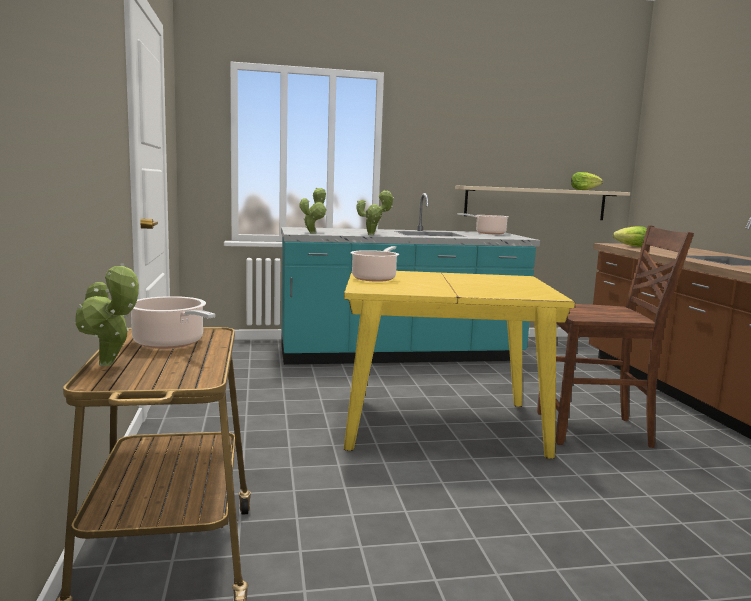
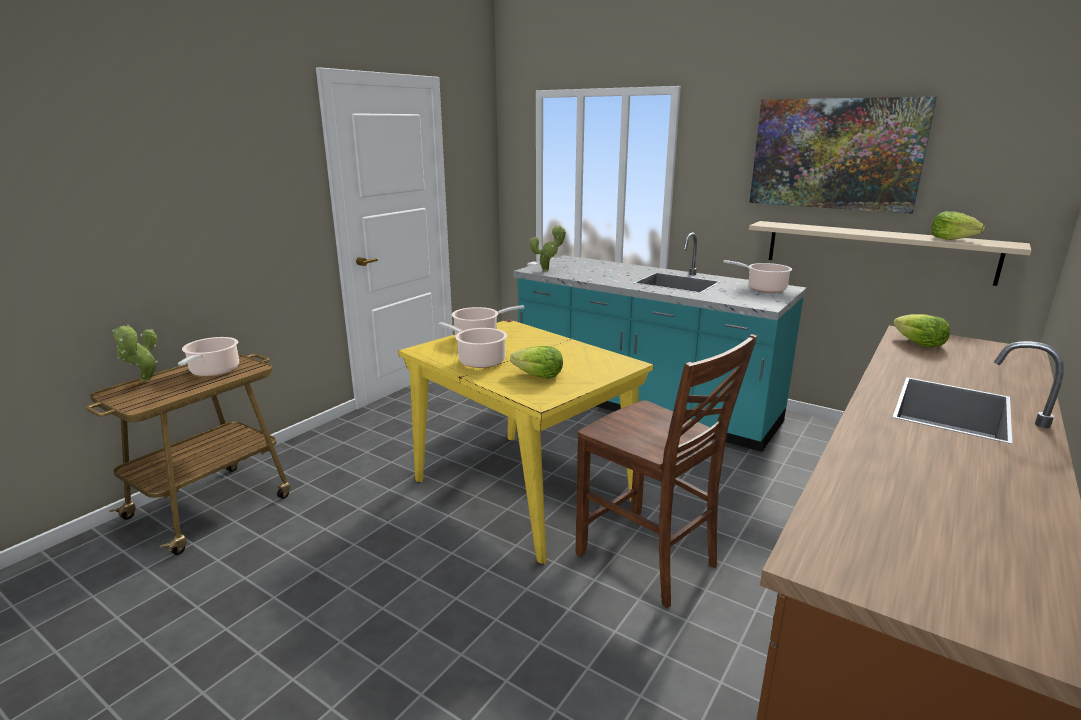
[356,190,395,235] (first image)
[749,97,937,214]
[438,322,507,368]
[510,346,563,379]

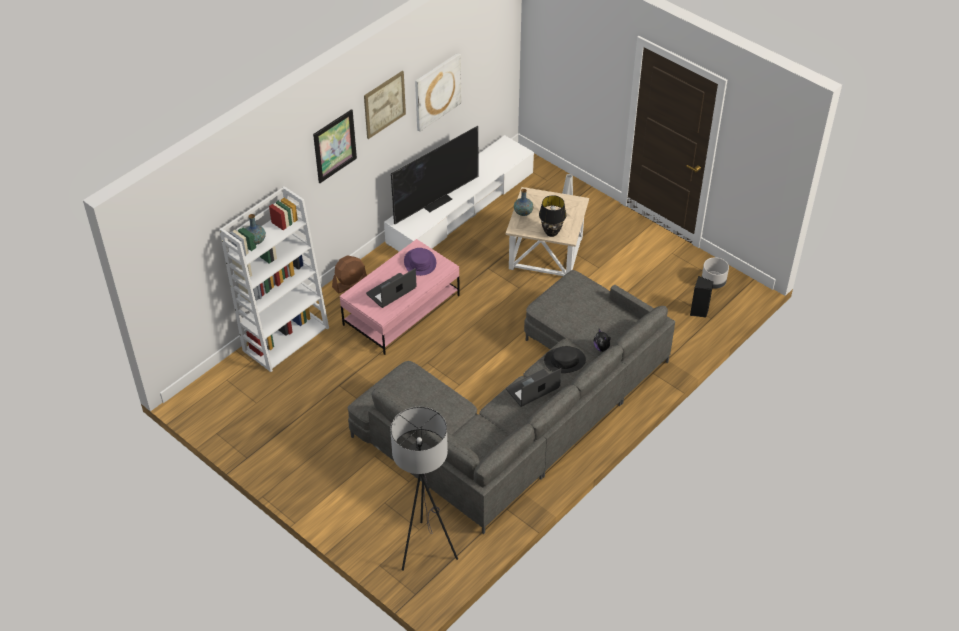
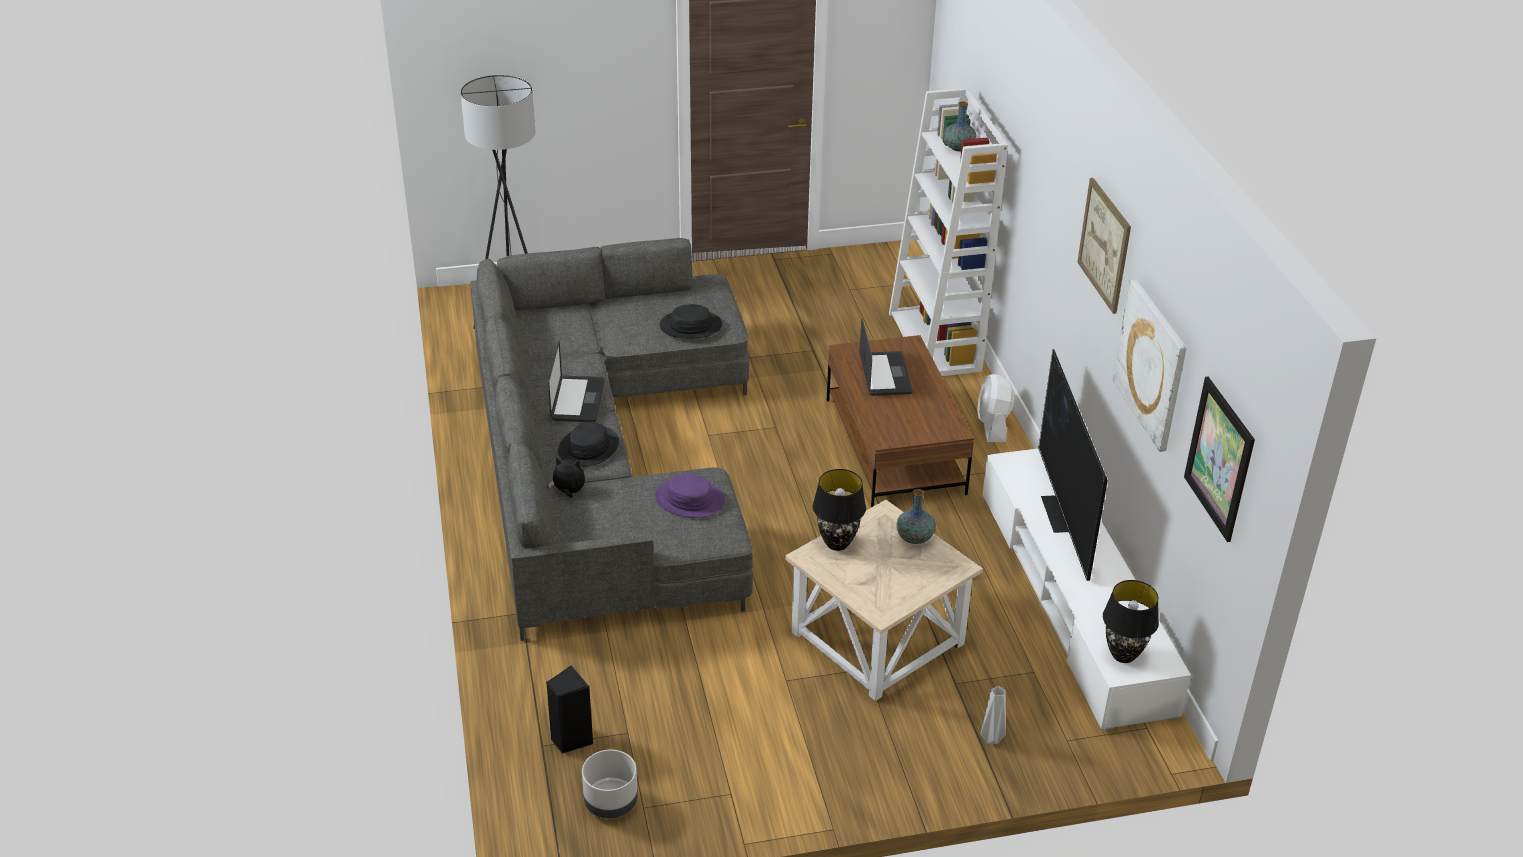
[1184,377,1255,542]
[827,335,974,507]
[655,474,725,518]
[977,374,1014,442]
[660,304,722,339]
[1103,580,1159,663]

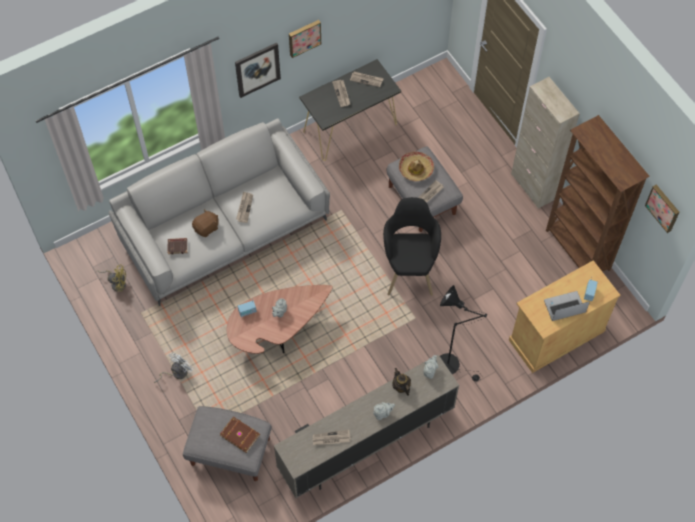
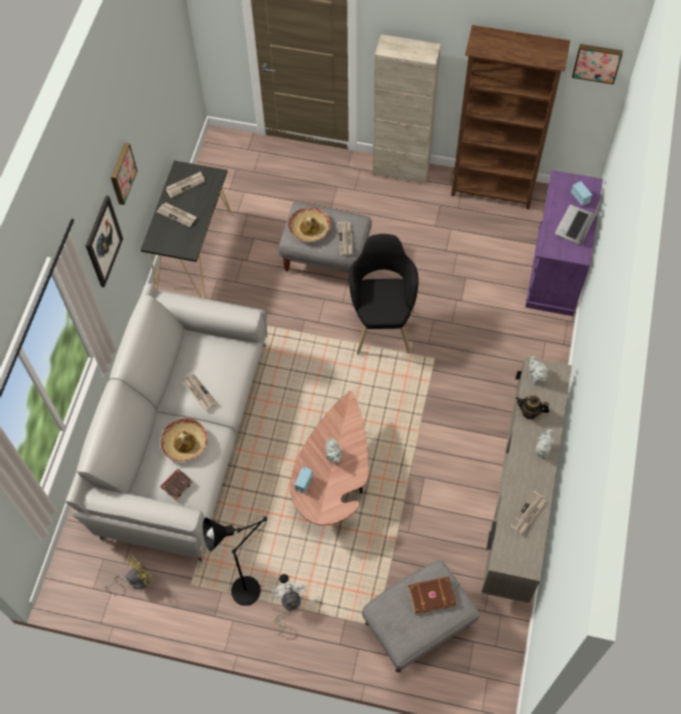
[349,234,419,355]
[160,418,208,462]
[525,170,603,316]
[203,516,289,606]

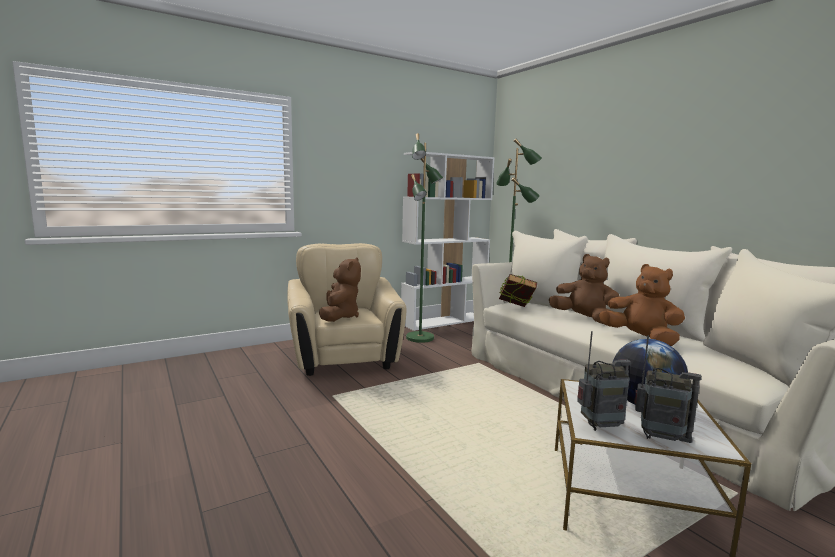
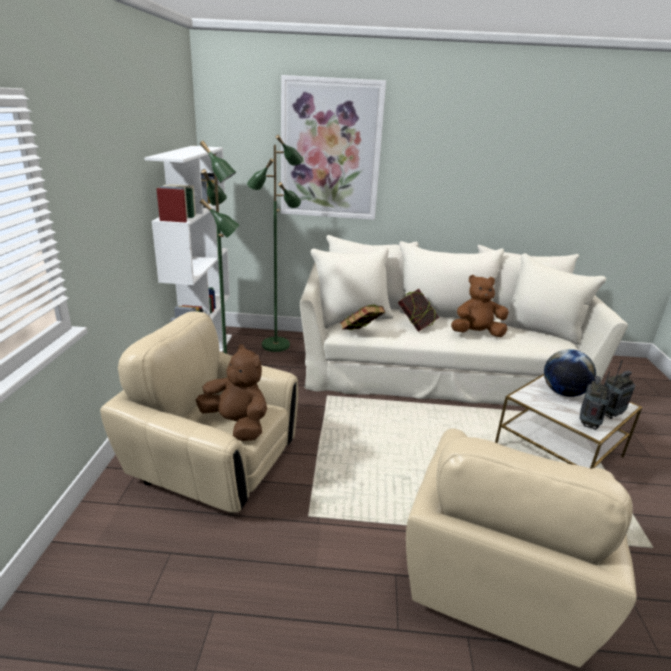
[398,289,439,332]
[281,75,386,220]
[406,428,637,667]

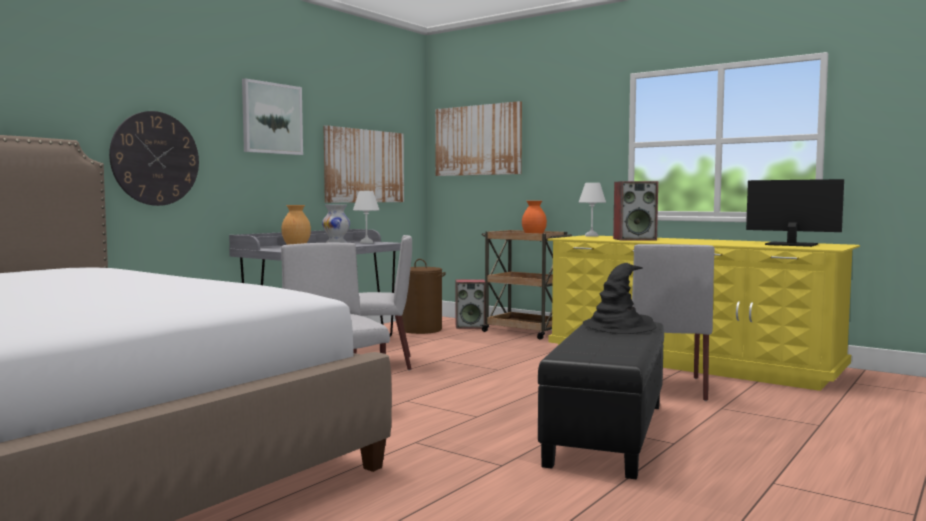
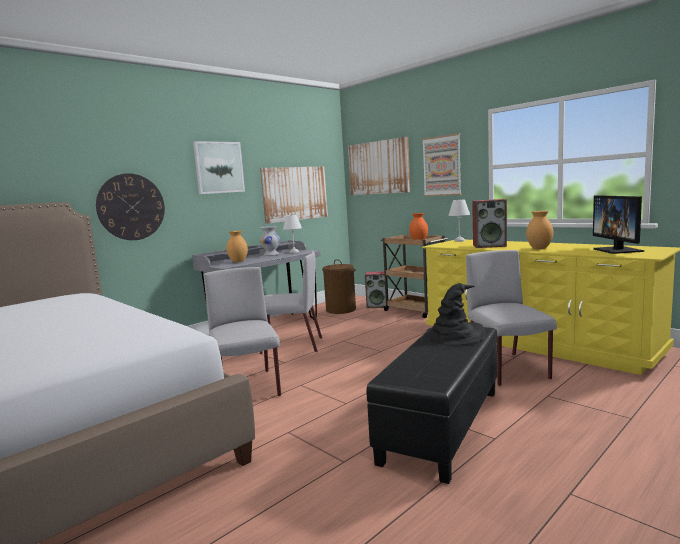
[593,195,644,254]
[466,250,557,386]
[422,134,462,196]
[526,211,553,249]

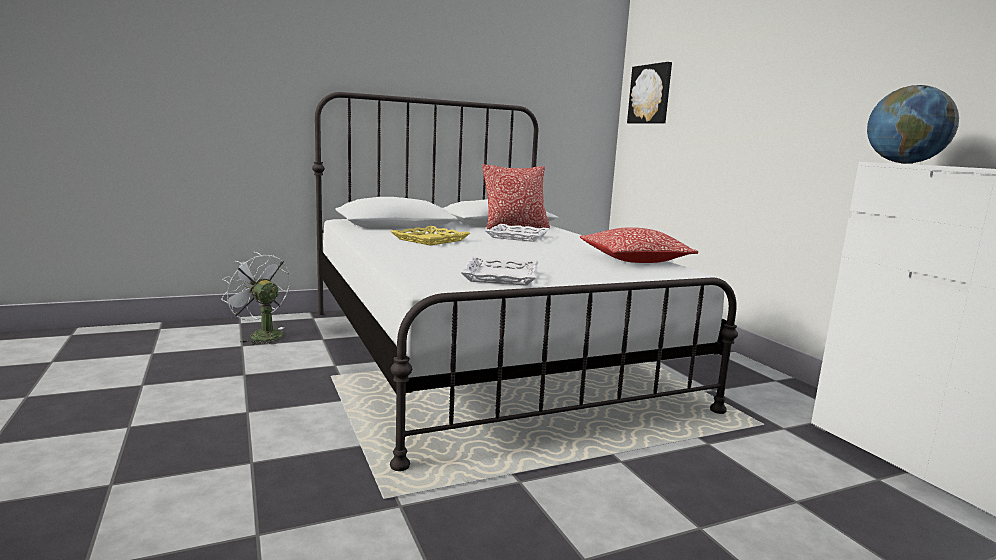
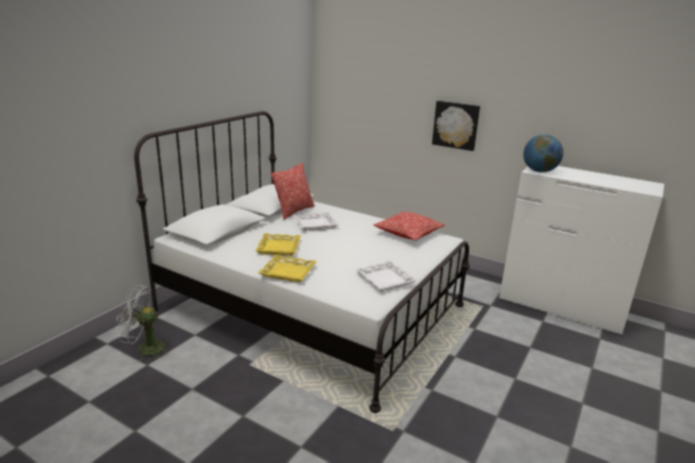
[432,101,480,151]
[258,254,317,283]

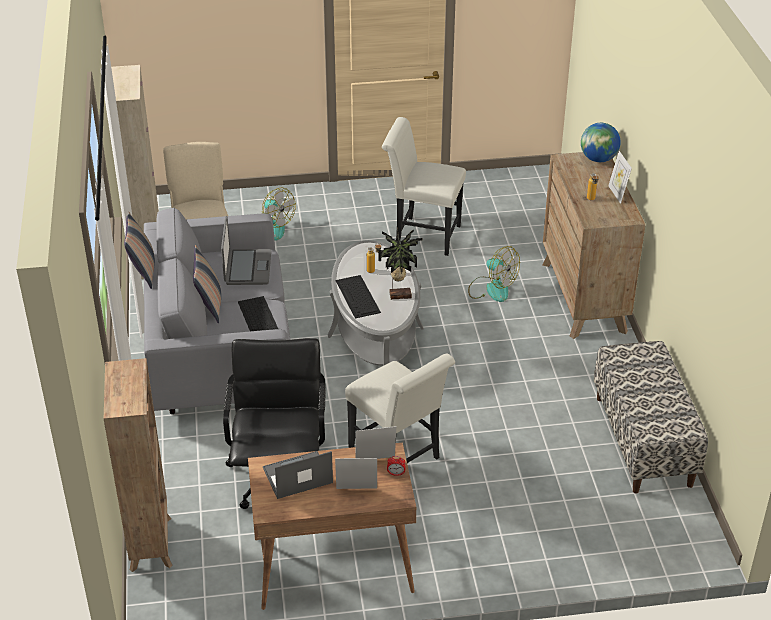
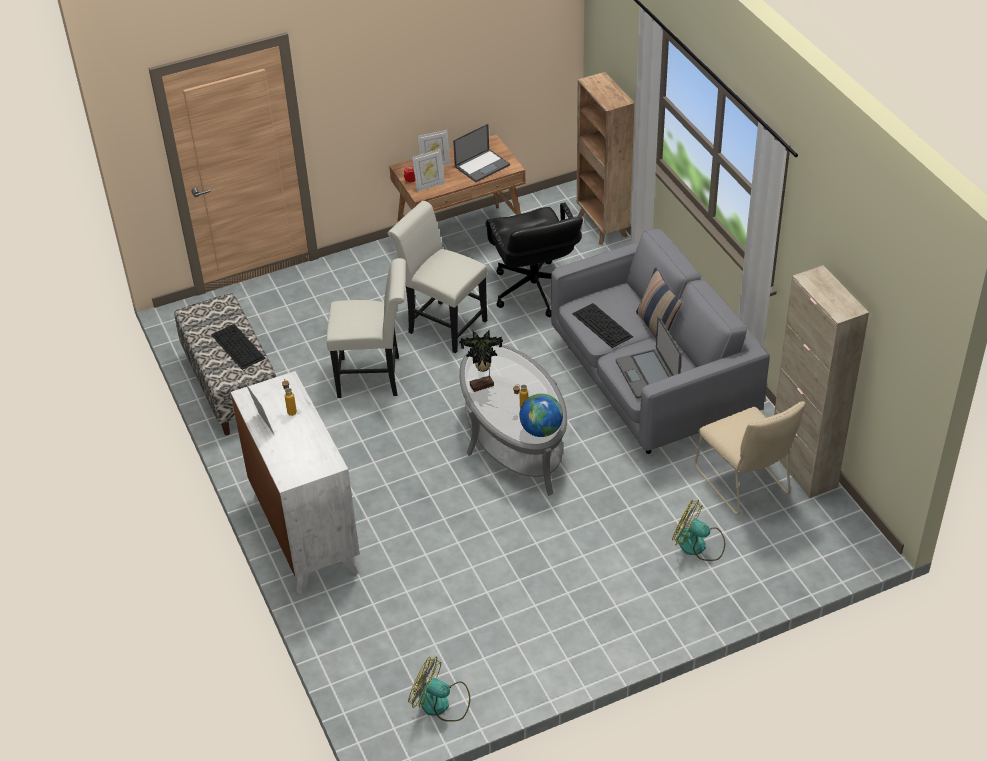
[326,258,406,398]
[519,393,563,437]
[231,371,360,595]
[124,212,155,289] (first image)
[408,657,470,722]
[211,324,266,370]

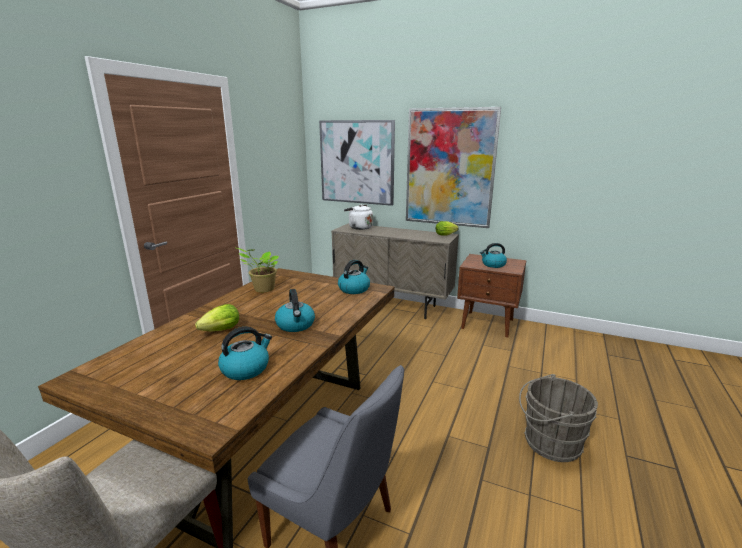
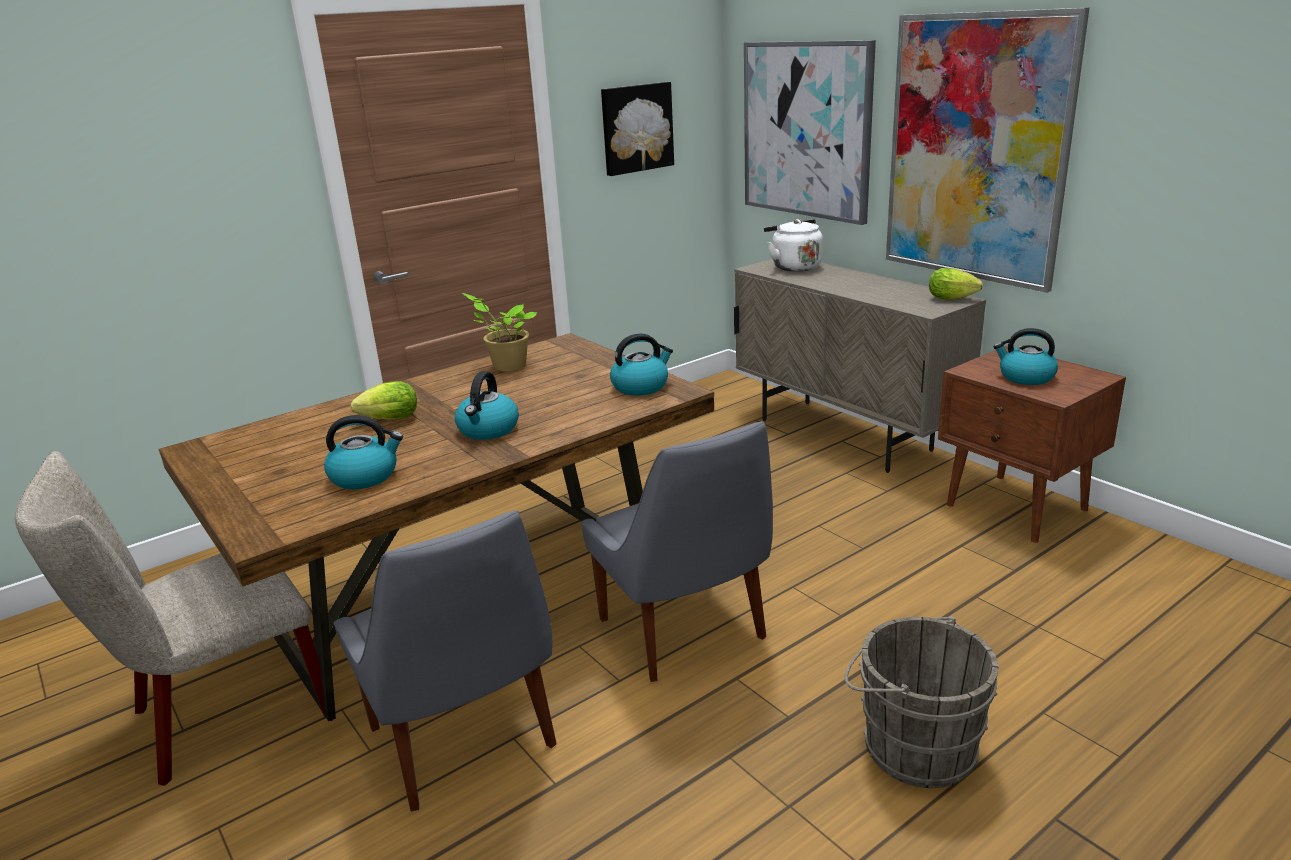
[601,82,674,176]
[581,421,773,682]

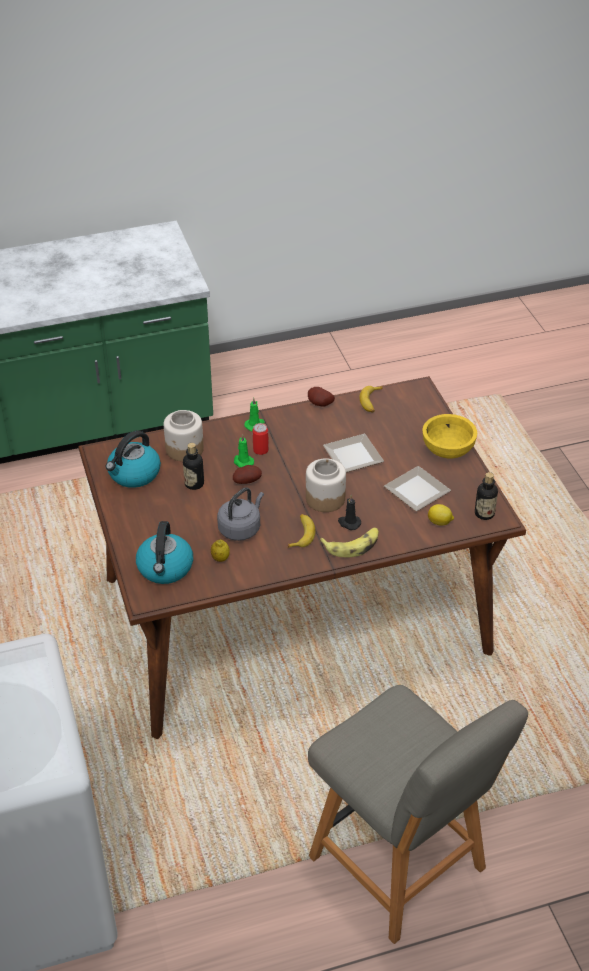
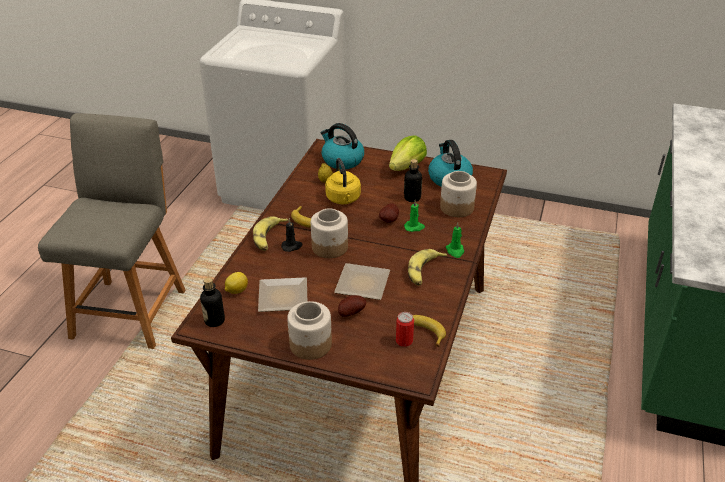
[338,295,366,317]
[287,301,332,360]
[396,312,414,347]
[325,158,361,204]
[38,113,186,349]
[389,136,427,171]
[408,249,447,286]

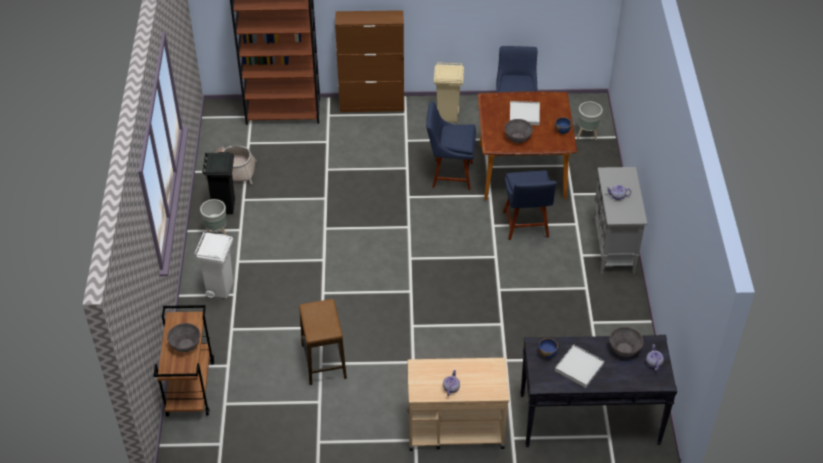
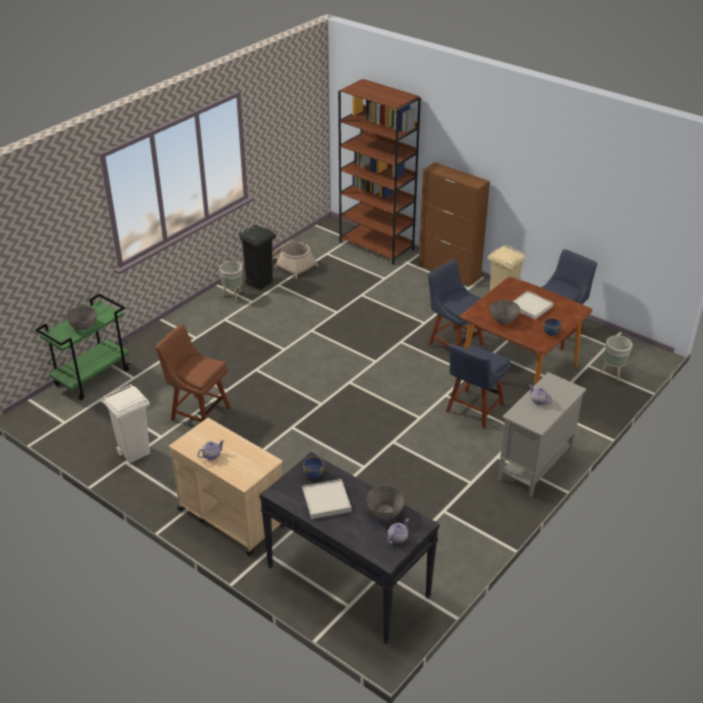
[103,384,150,463]
[155,324,231,422]
[35,294,130,400]

